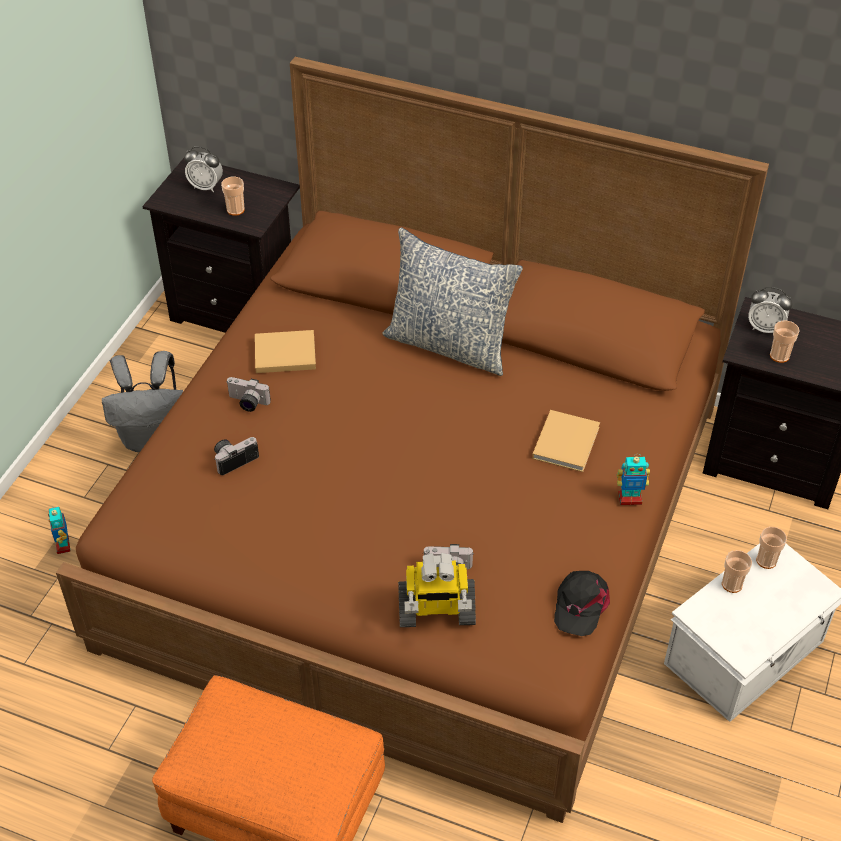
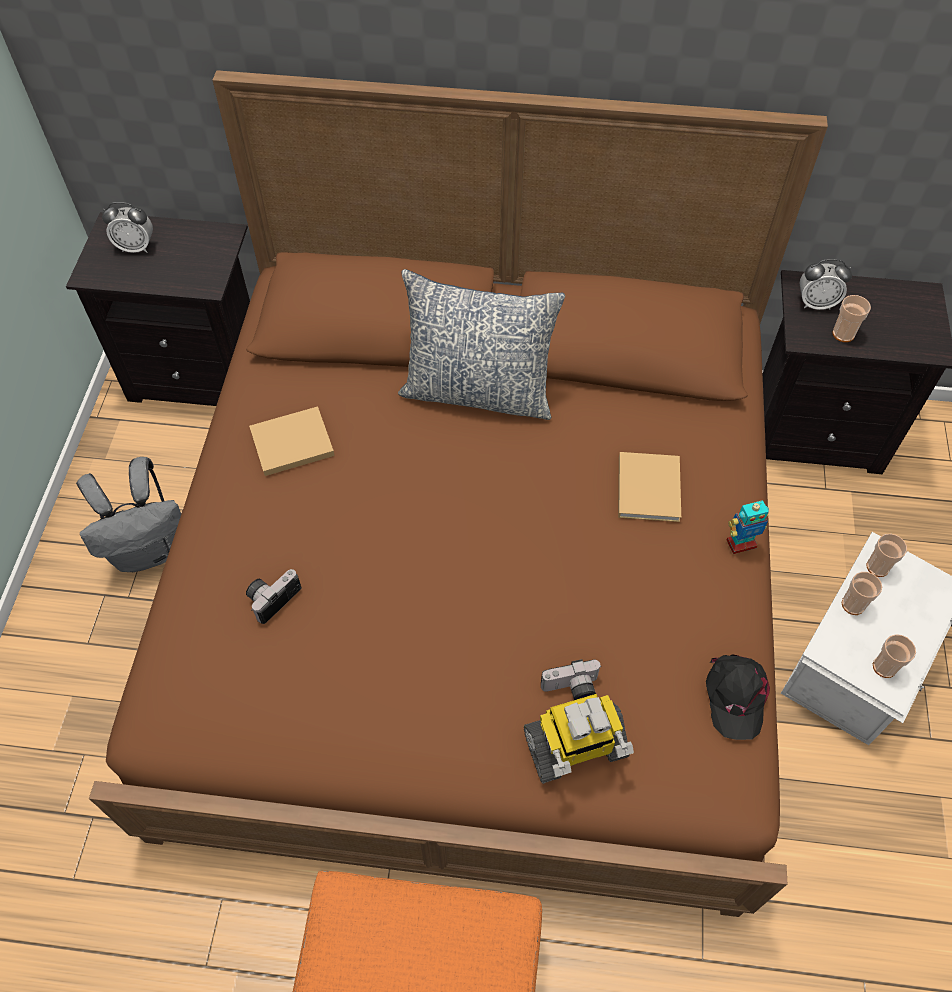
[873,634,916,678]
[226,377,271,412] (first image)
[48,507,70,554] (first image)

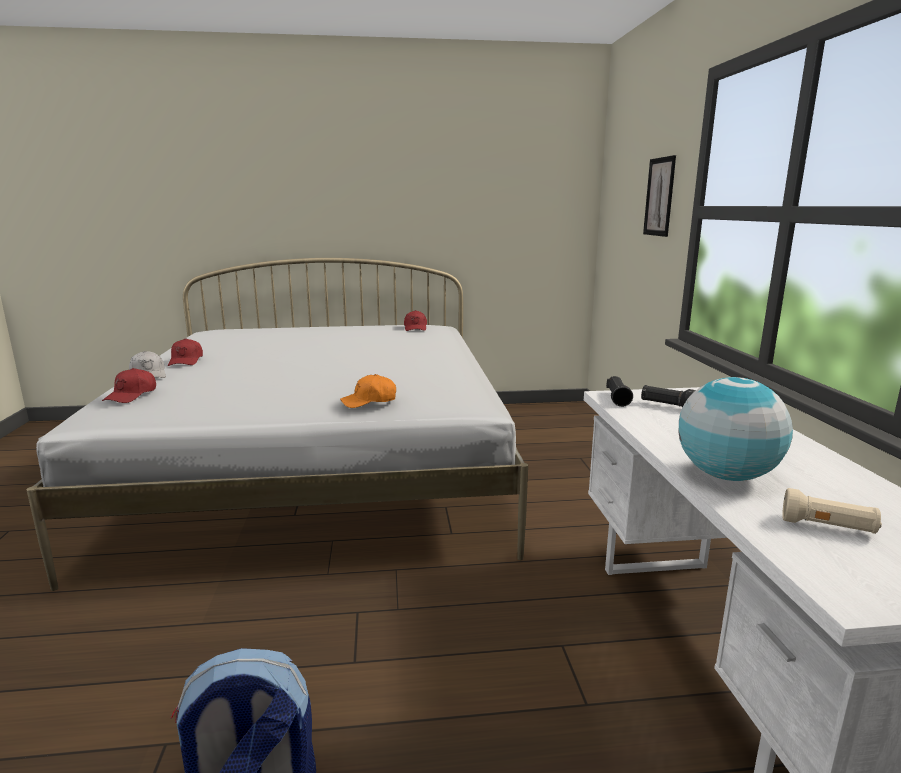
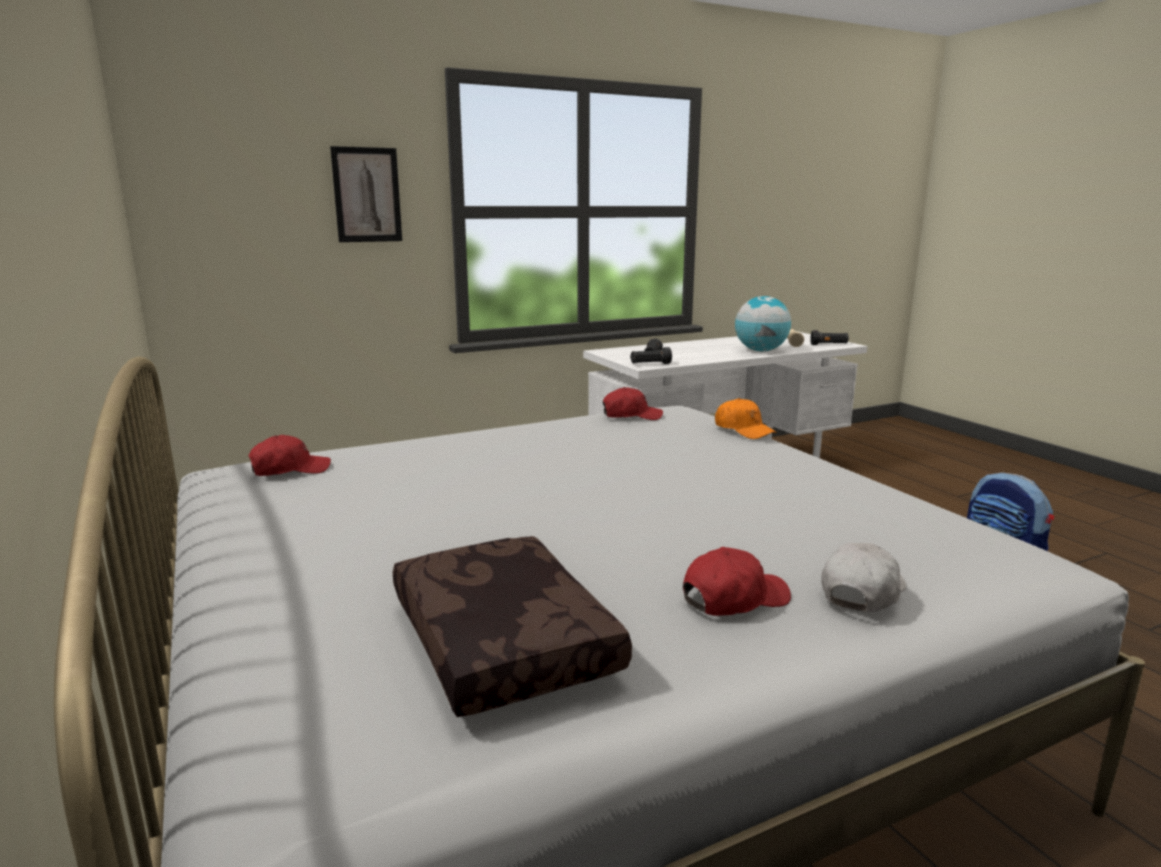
[603,387,663,420]
[810,330,849,345]
[393,536,632,717]

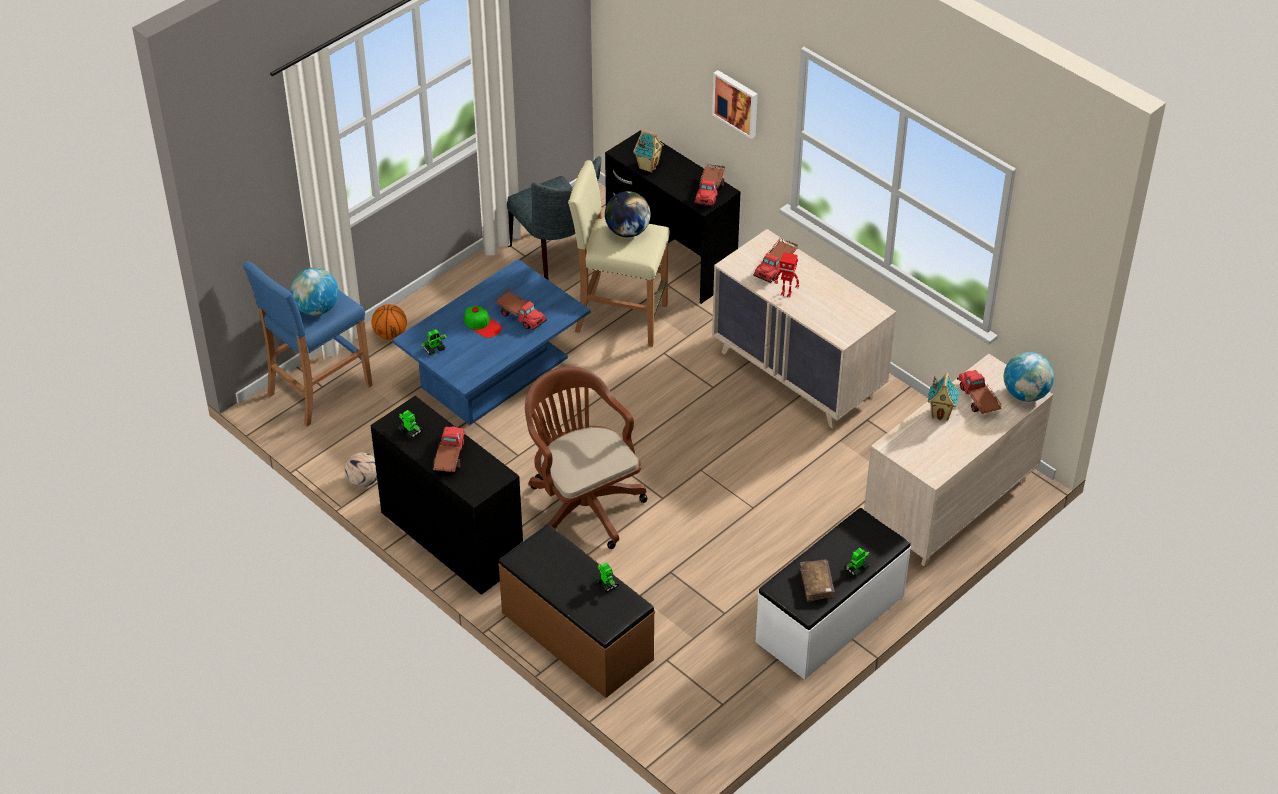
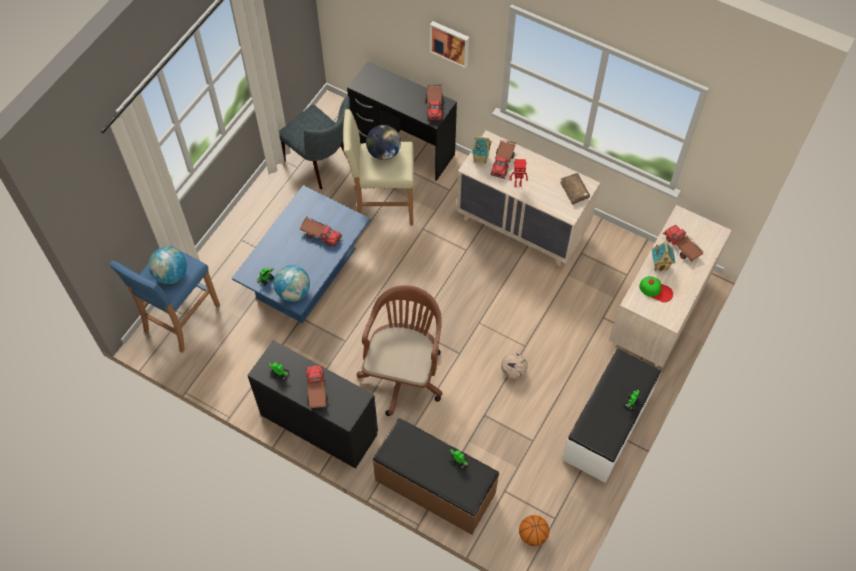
[471,136,492,164]
[519,515,549,546]
[639,276,673,302]
[273,265,310,302]
[357,285,443,416]
[501,353,527,379]
[560,173,590,205]

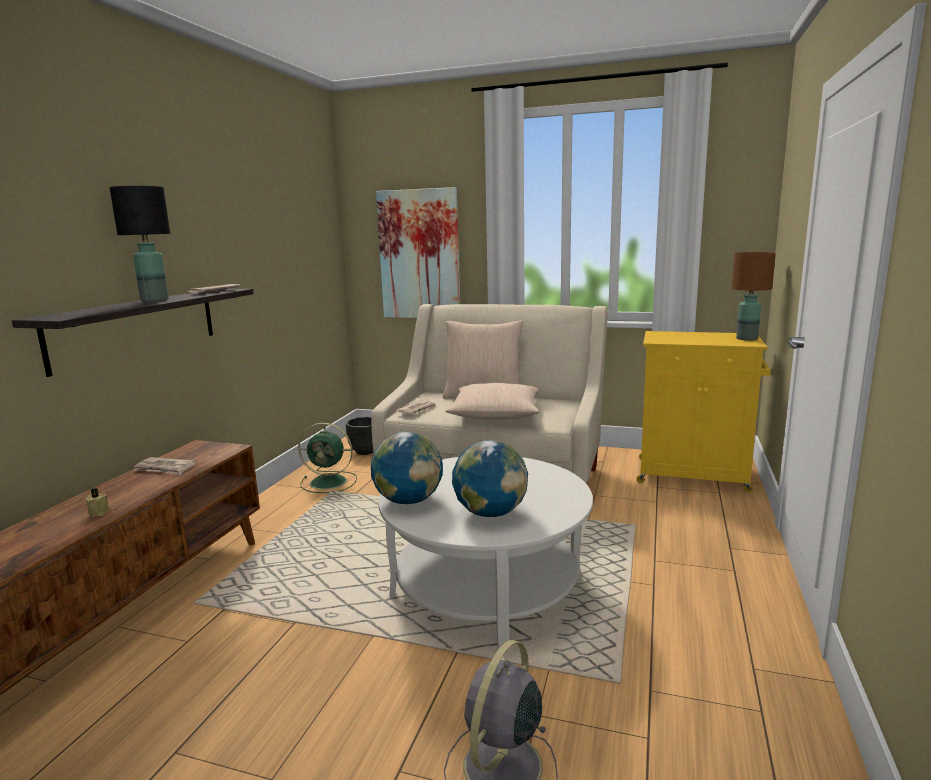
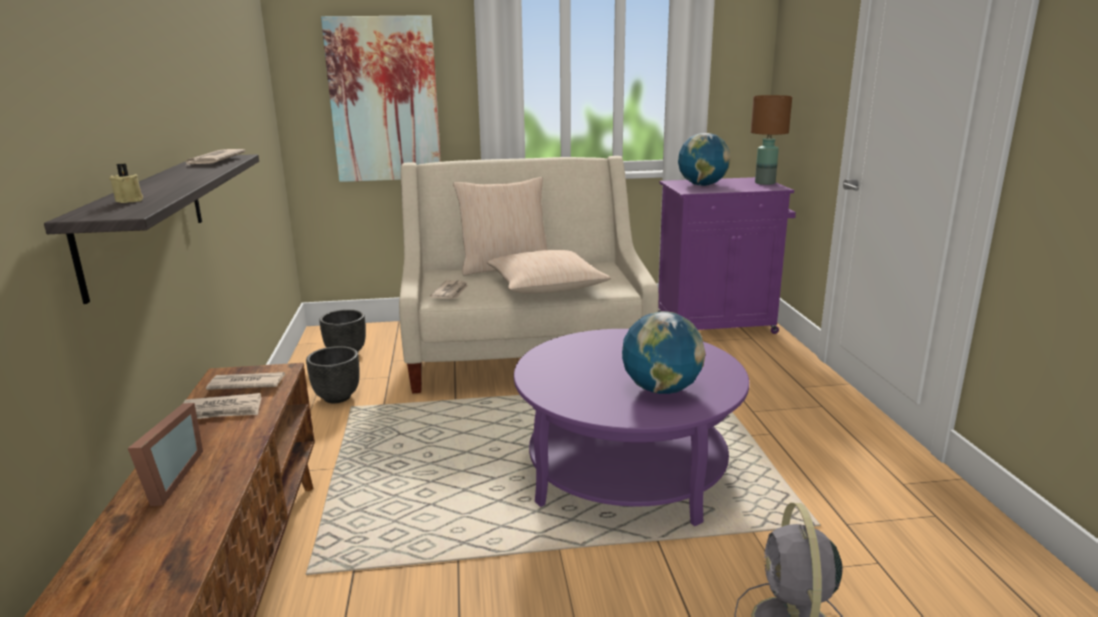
[109,186,170,302] (first image)
[658,177,796,334]
[306,346,360,403]
[678,133,731,186]
[514,329,749,526]
[109,163,143,203]
[206,372,285,390]
[128,403,203,506]

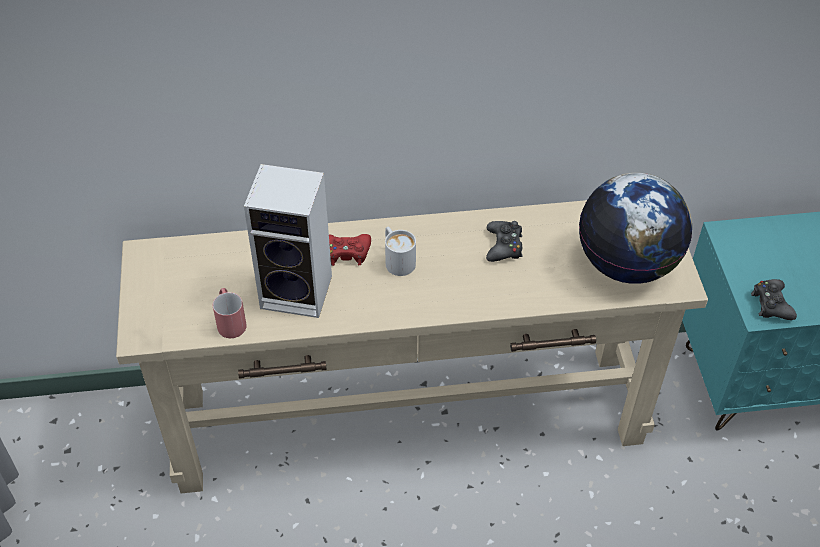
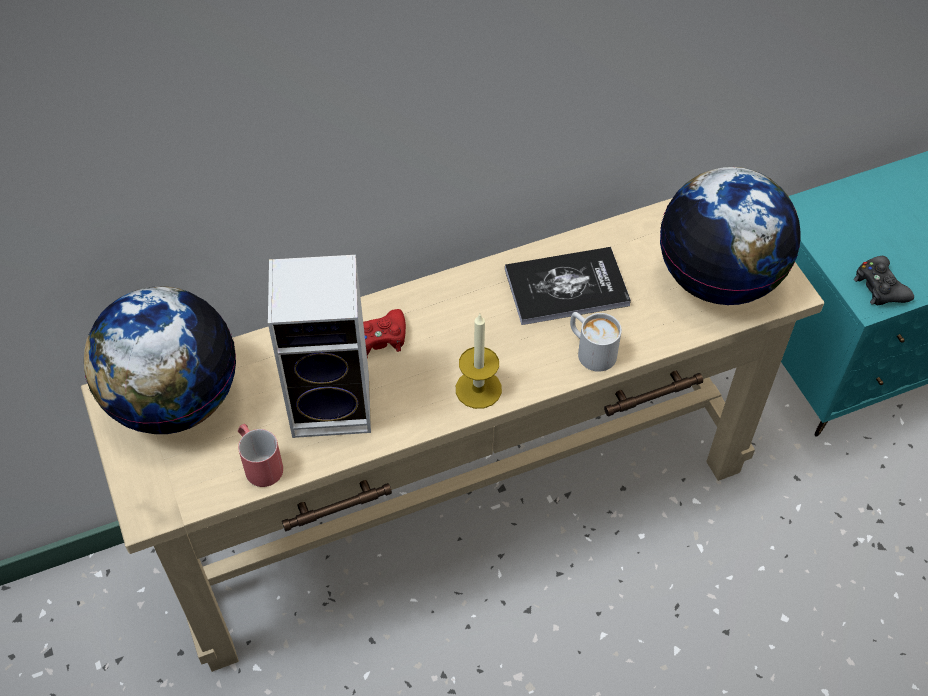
[505,247,631,325]
[570,312,622,372]
[84,287,236,434]
[456,314,502,409]

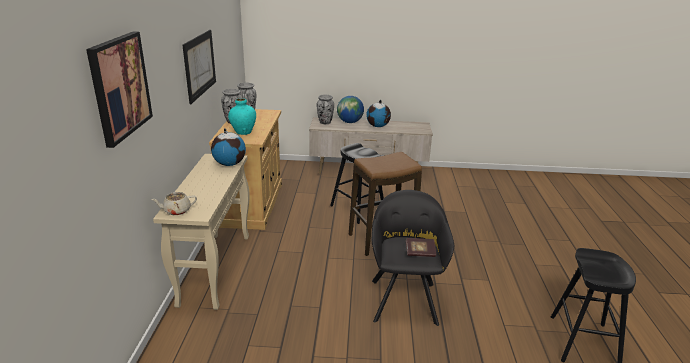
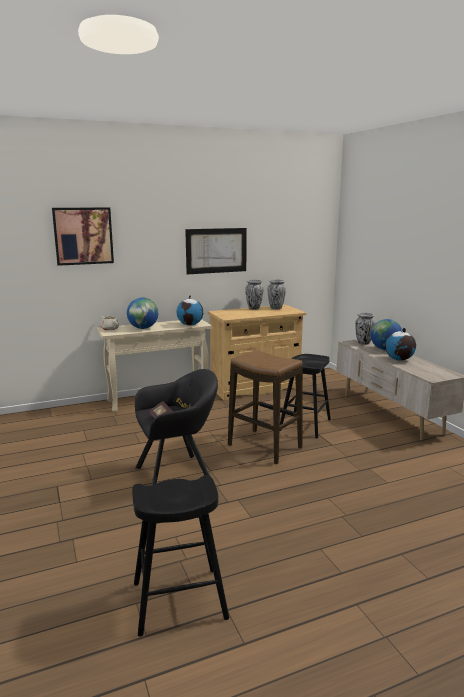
[228,98,256,135] (first image)
[127,297,158,329]

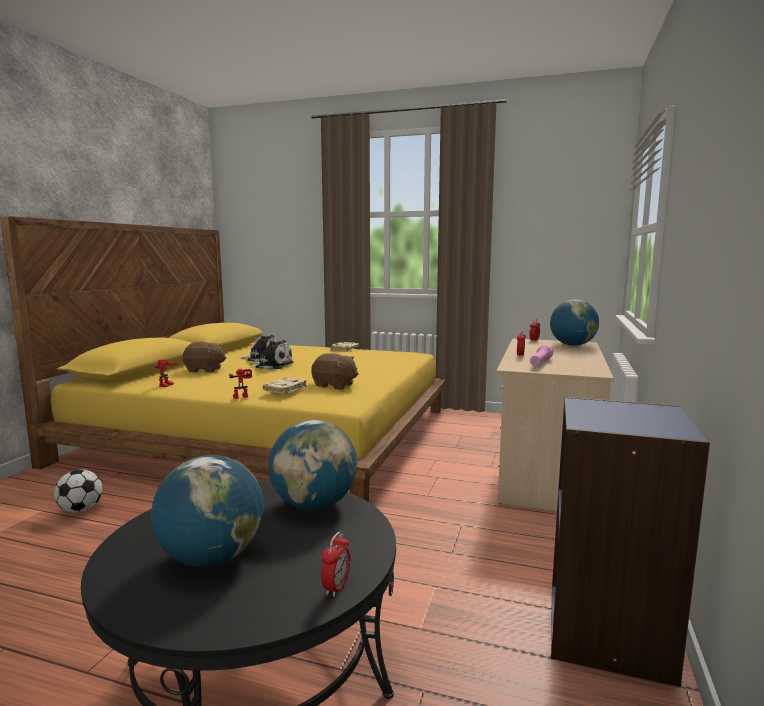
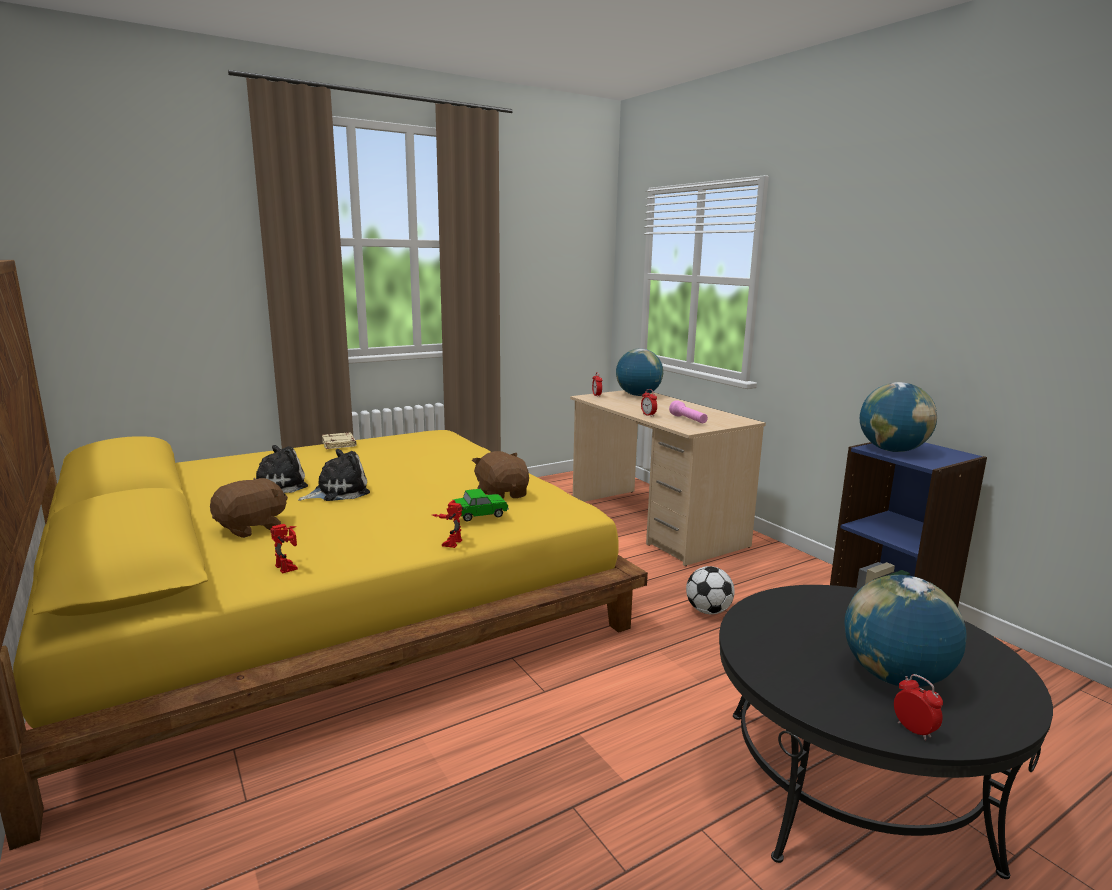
[472,451,529,499]
[453,489,509,522]
[860,382,937,452]
[686,566,735,614]
[894,674,943,741]

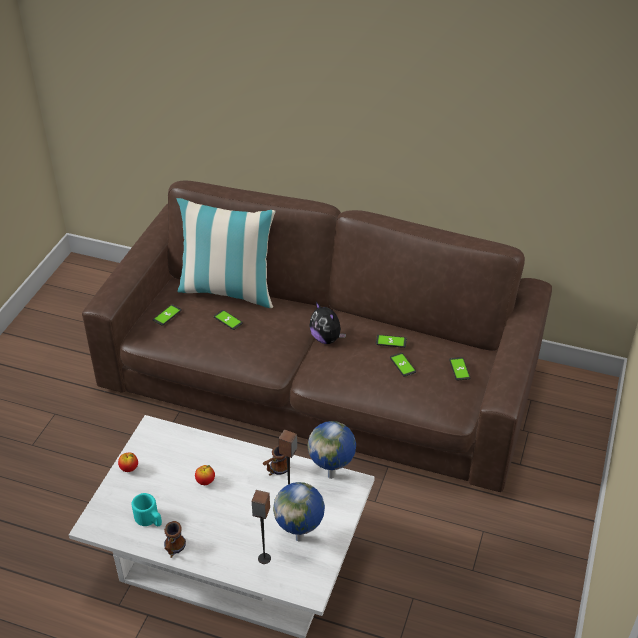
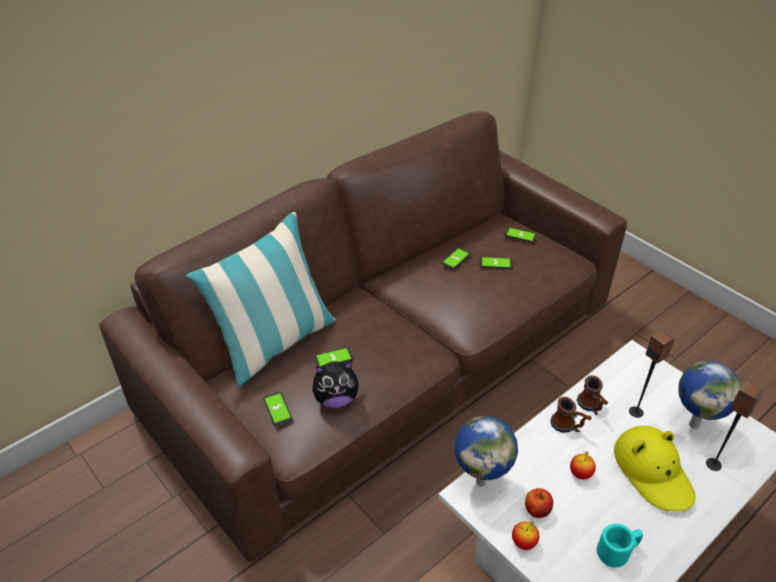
[312,361,360,408]
[455,416,518,487]
[550,397,592,433]
[614,426,696,512]
[525,488,553,518]

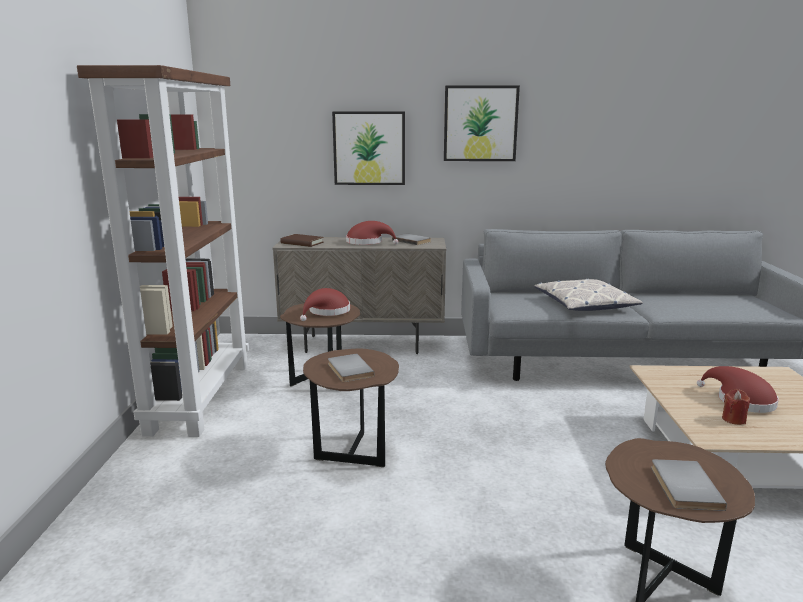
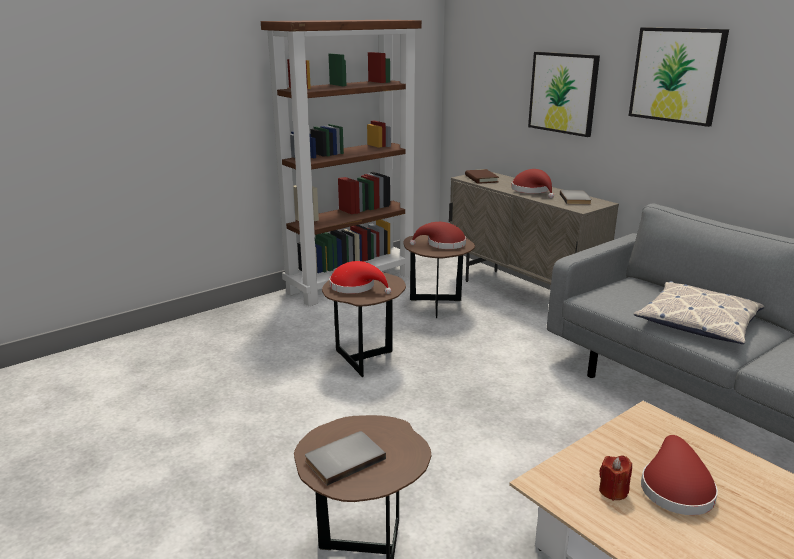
[329,261,392,294]

